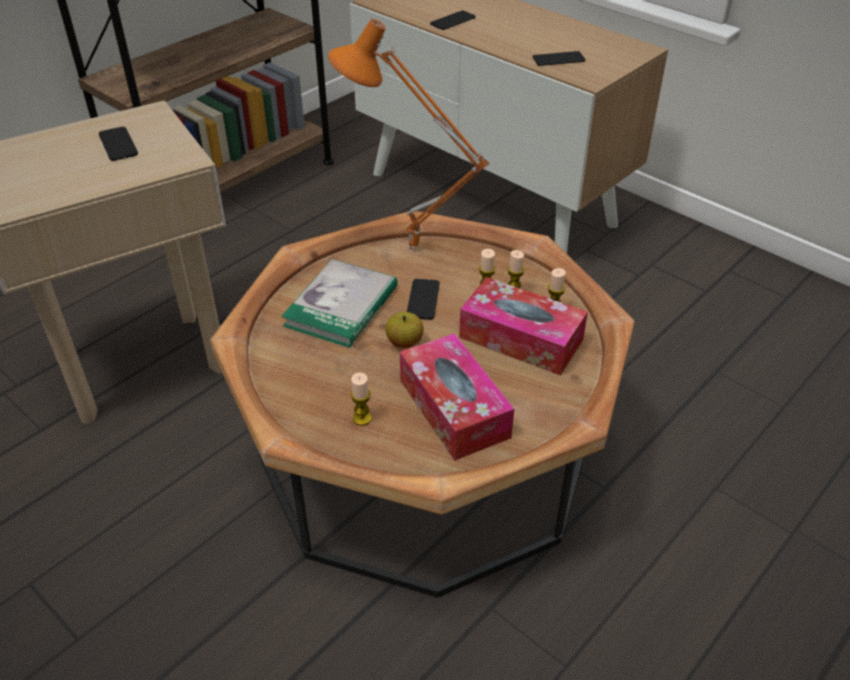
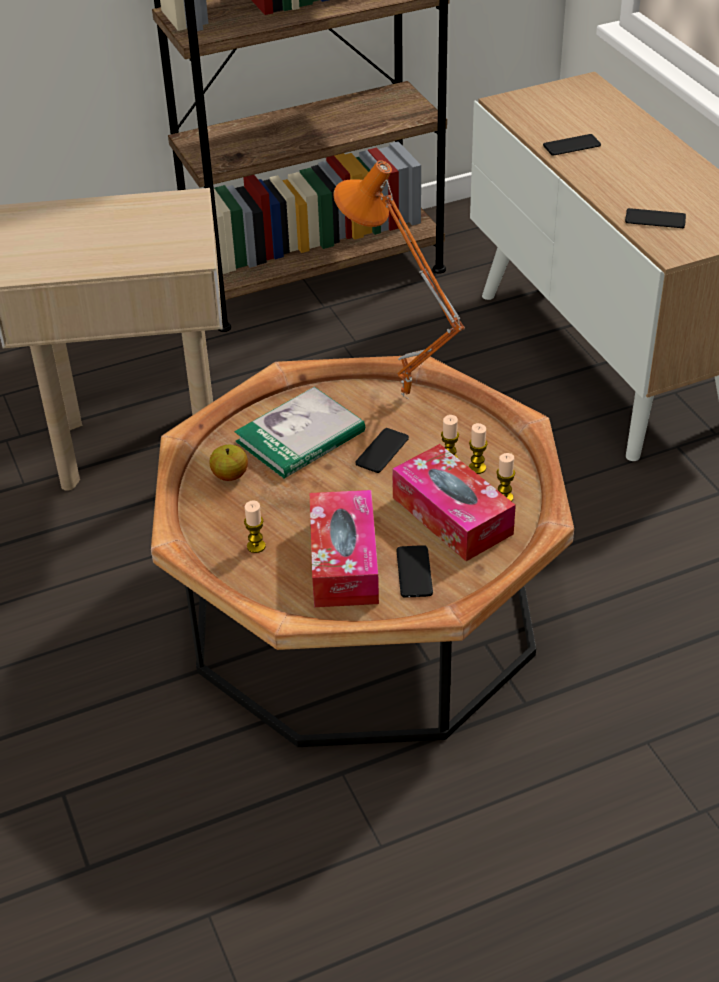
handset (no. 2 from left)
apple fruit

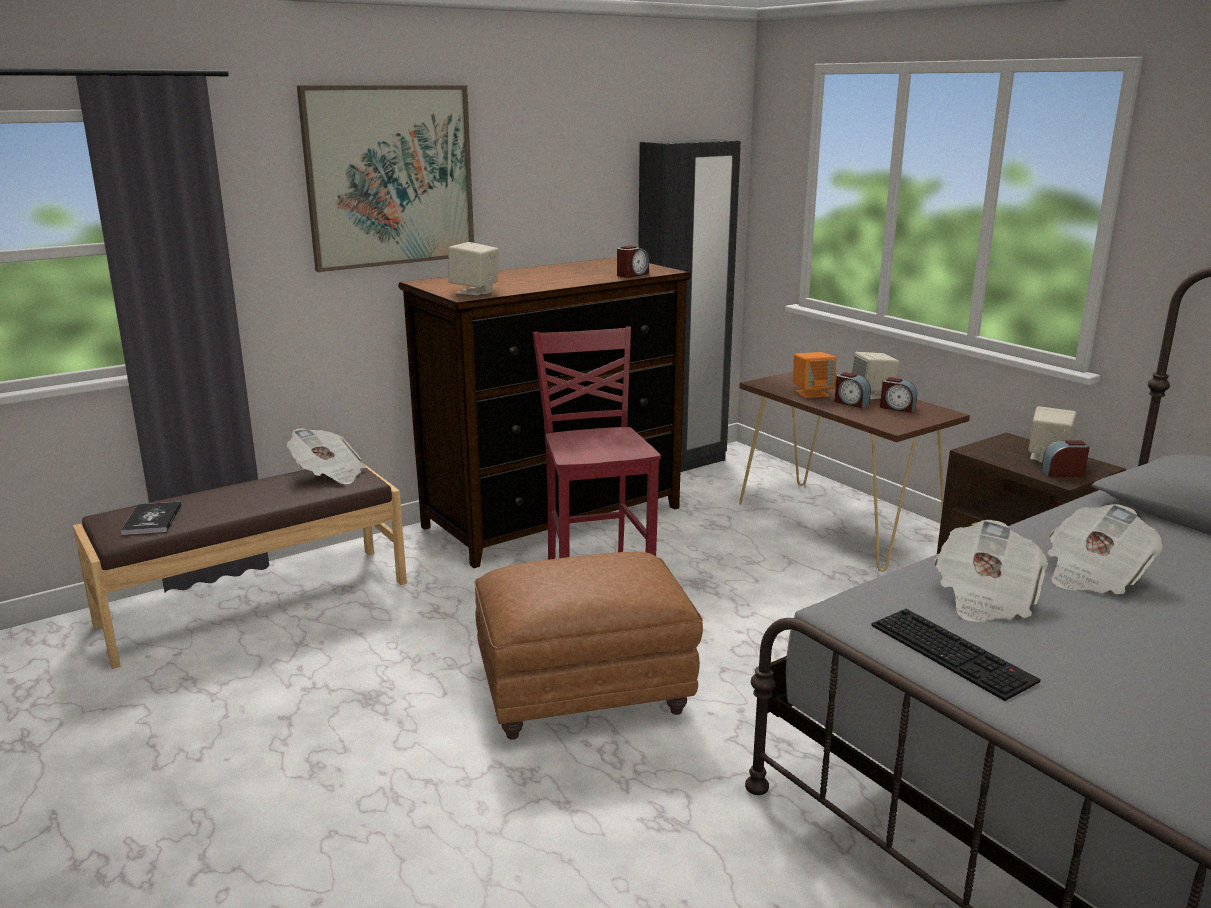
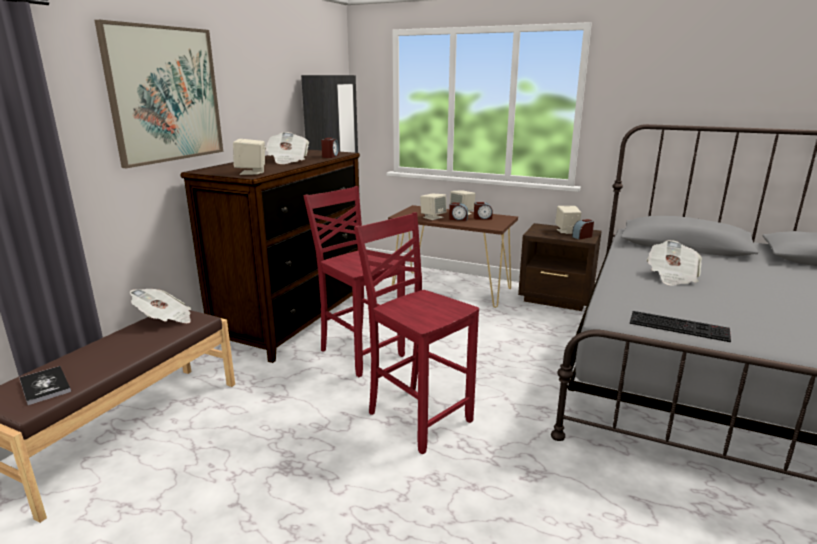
printed paper (no. 2 from left)
red upright chair (no. 2 from left)
sand-coloured speaker (no. 2 from left)

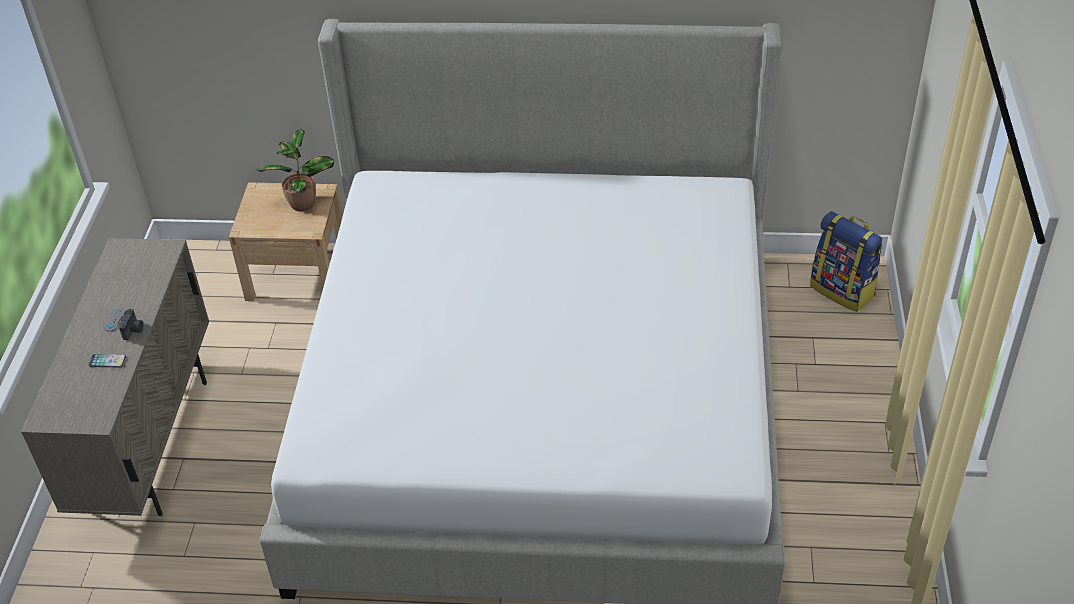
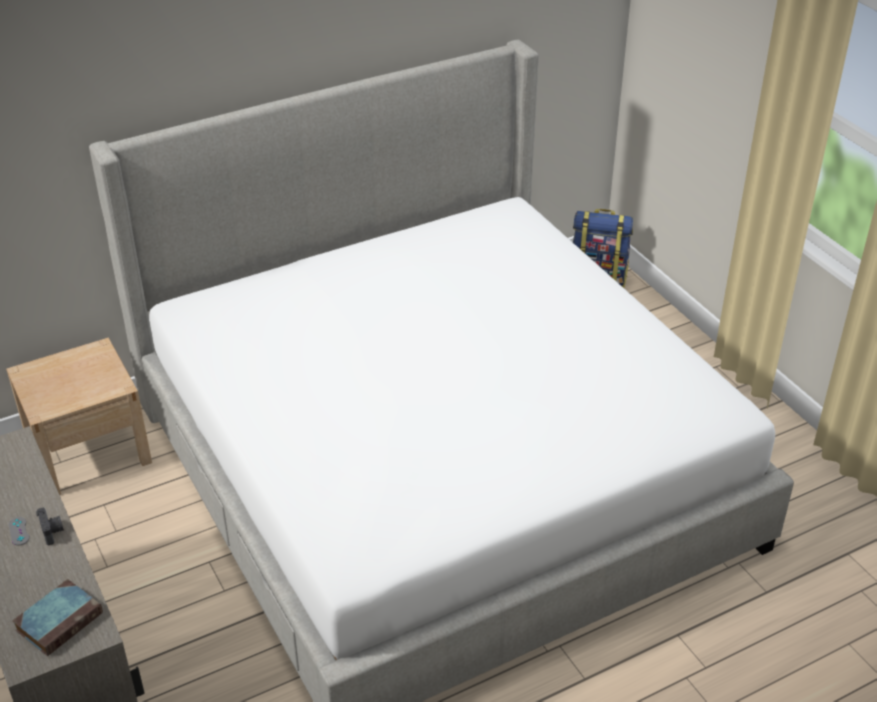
handset
plant in a pot
bound book

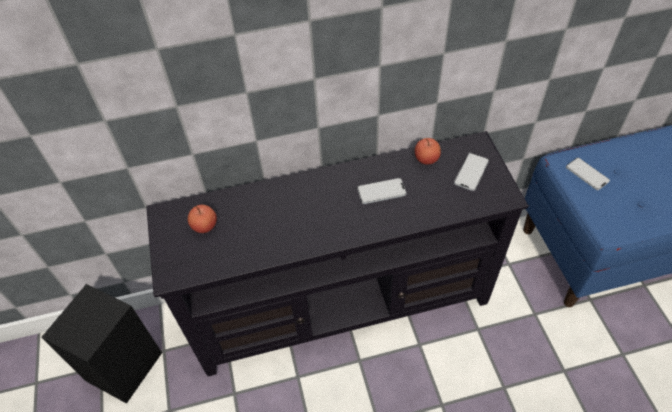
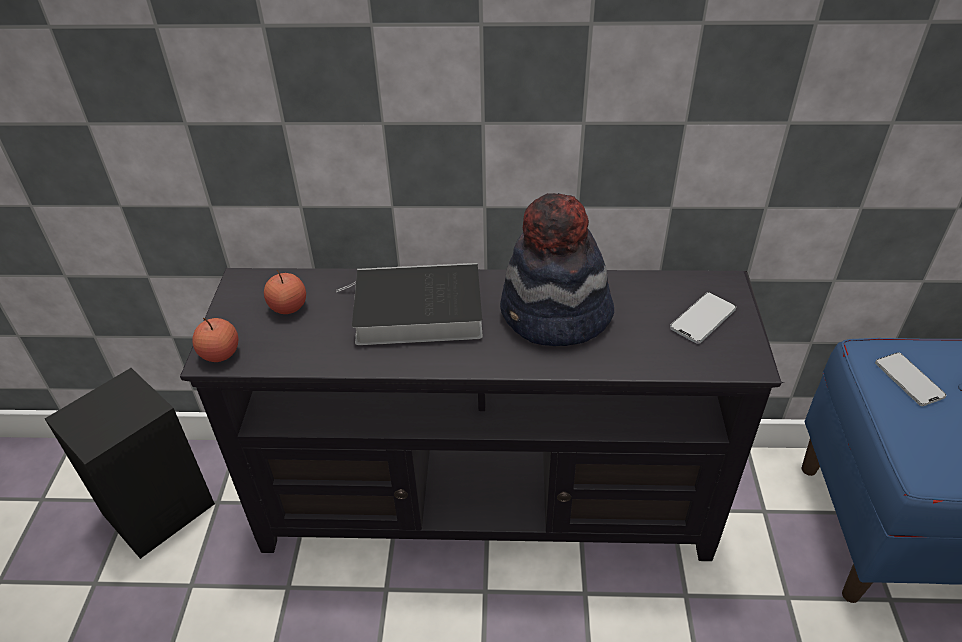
bound book
apple fruit (no. 1 from left)
wearable hat

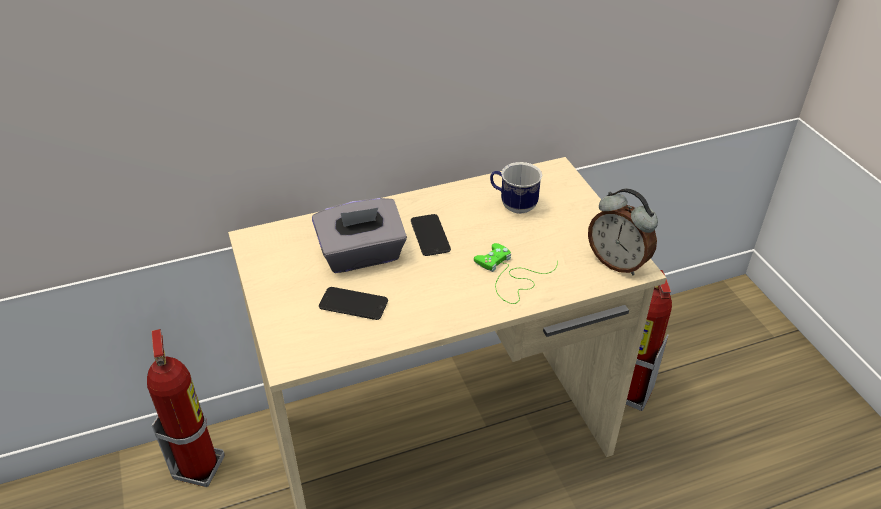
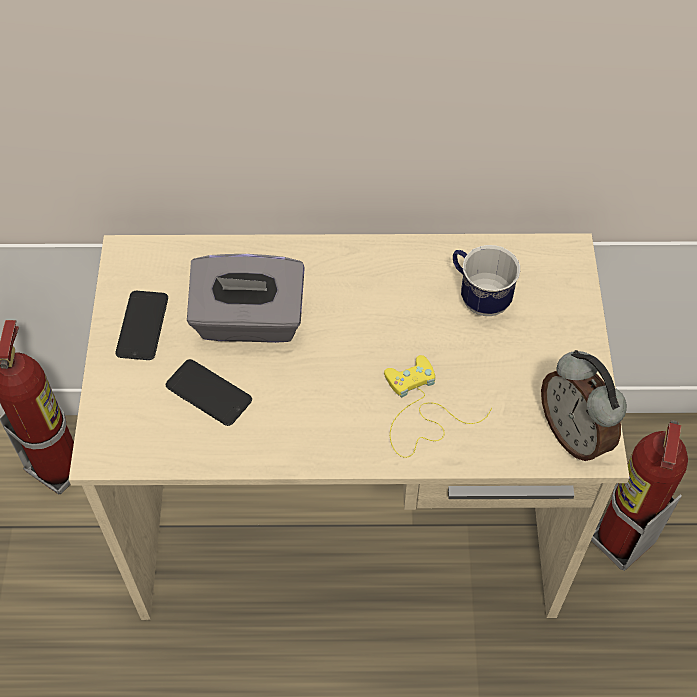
handset (no. 1 from left)
yellowish gamepad

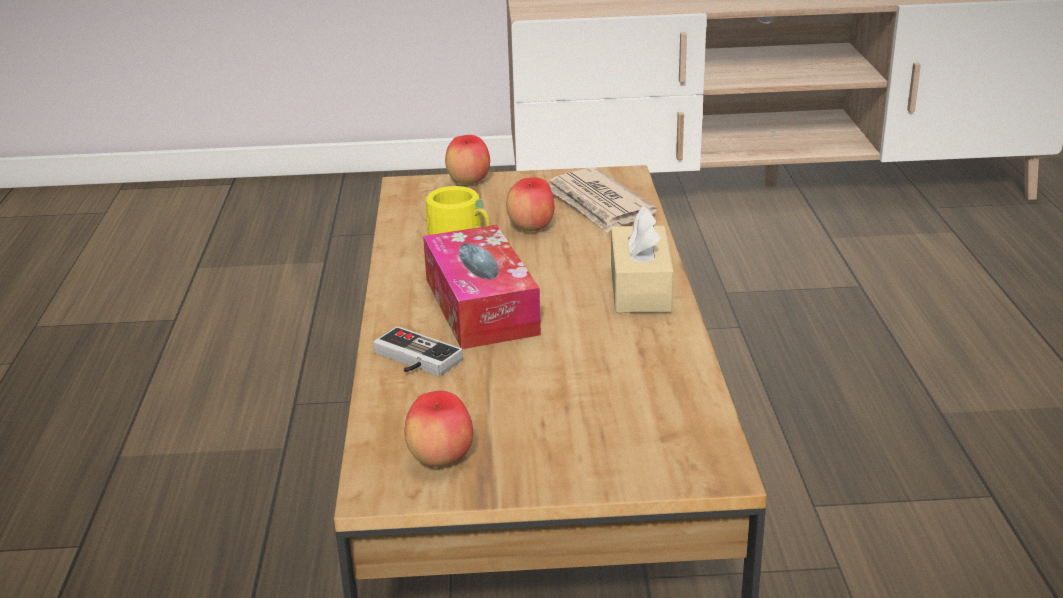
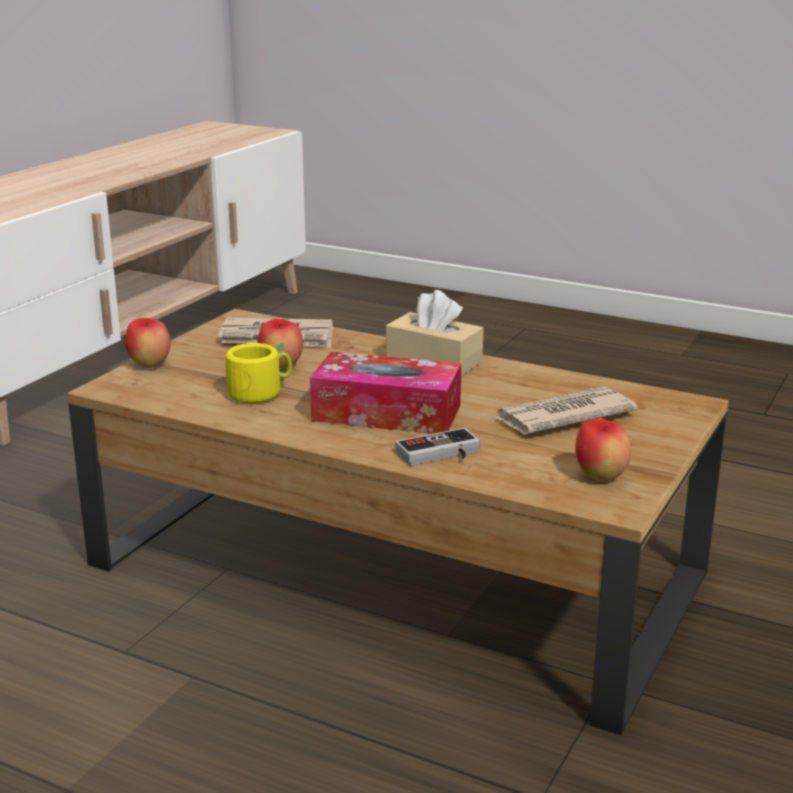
printed paper (no. 2 from left)

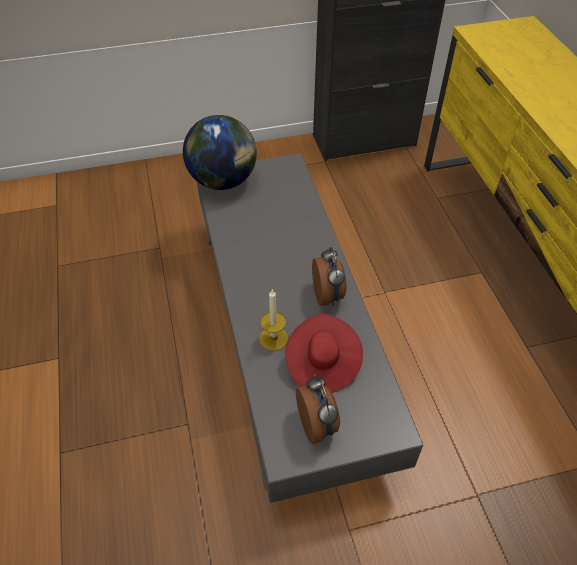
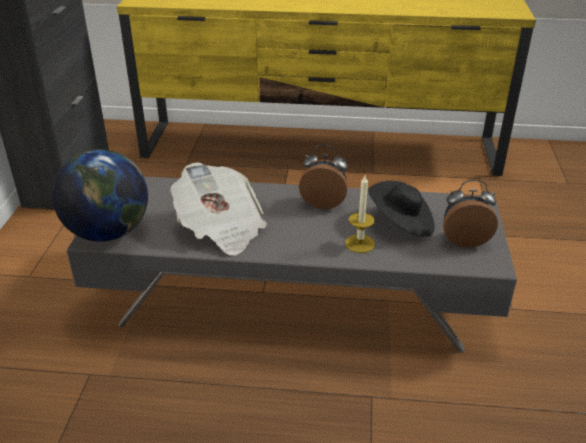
printed paper
black-coloured wearable hat

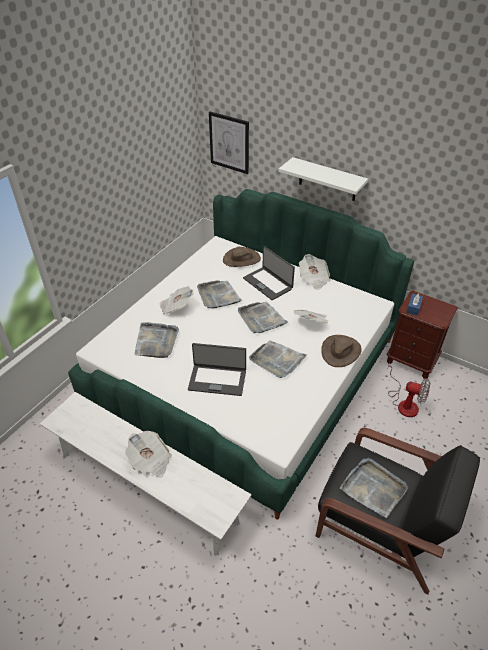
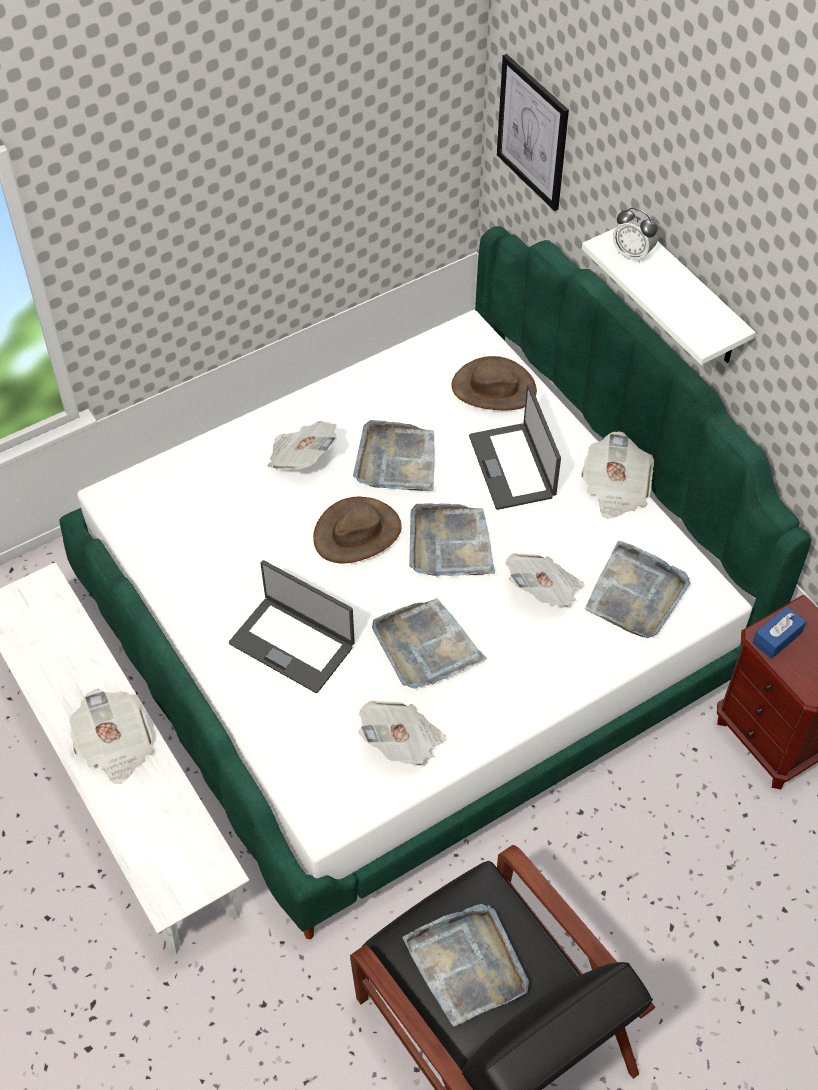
cooling fan
printed paper (no. 3 from left)
alarm clock
grey serving tray (no. 5 from left)
brown-coloured wearable hat (no. 1 from left)

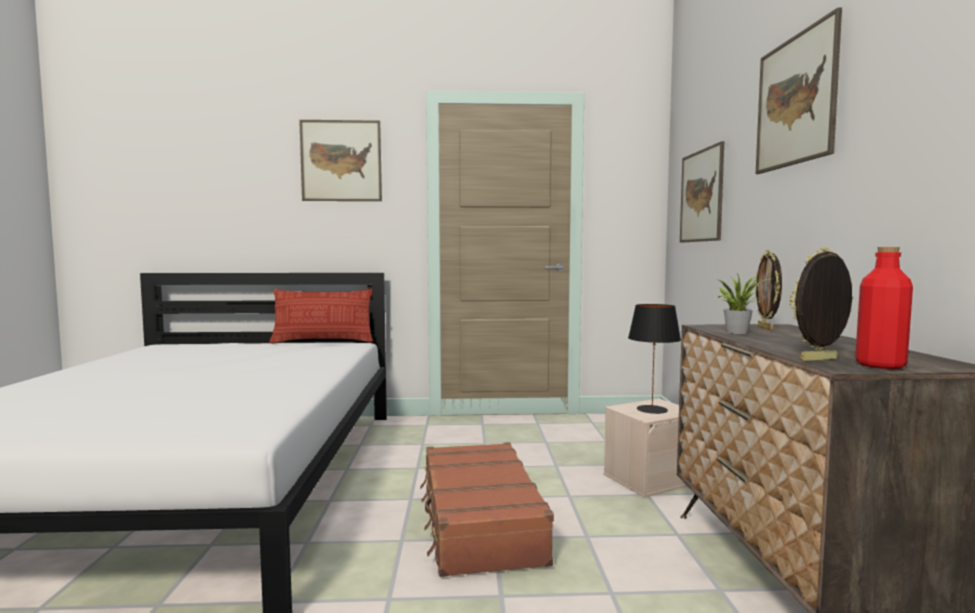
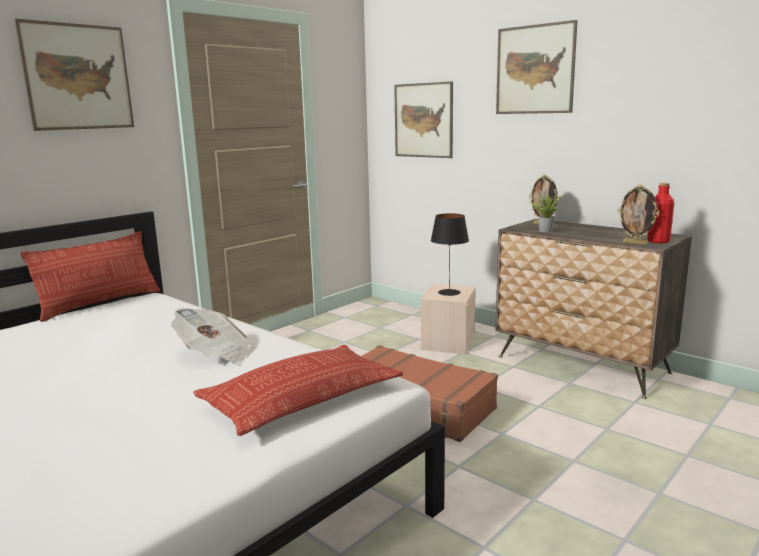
printed paper
throw pillow (no. 2 from left)
standing frame (no. 2 from left)

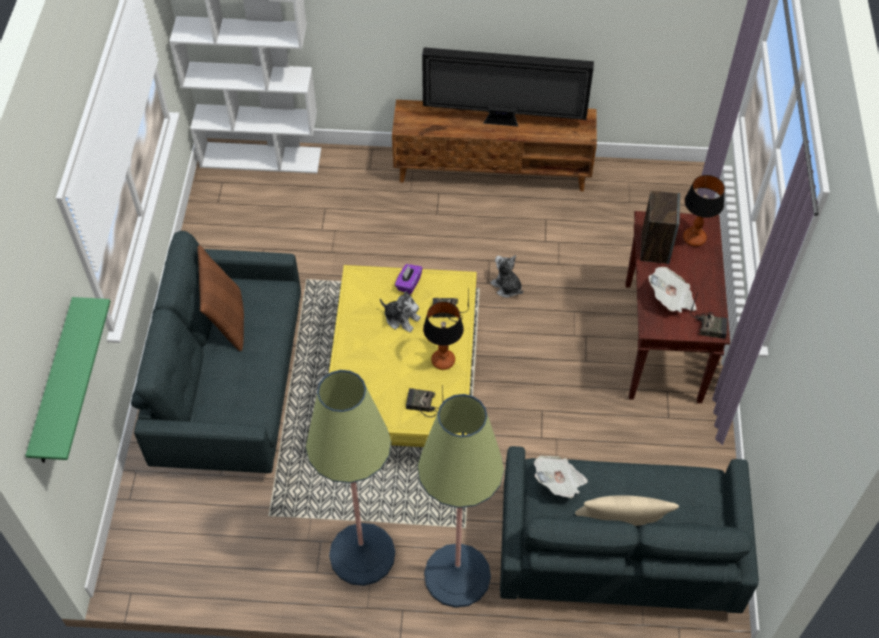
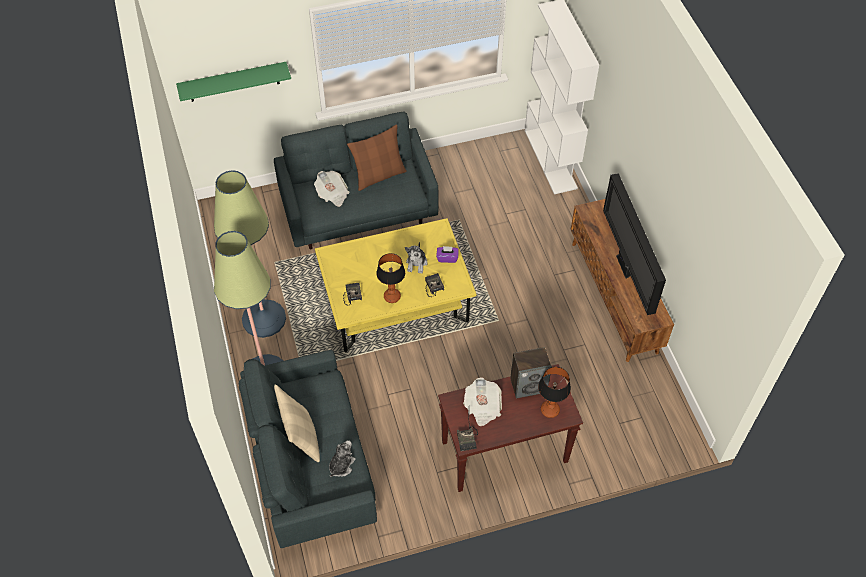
cuddly toy (no. 1 from left)
printed paper (no. 1 from left)

